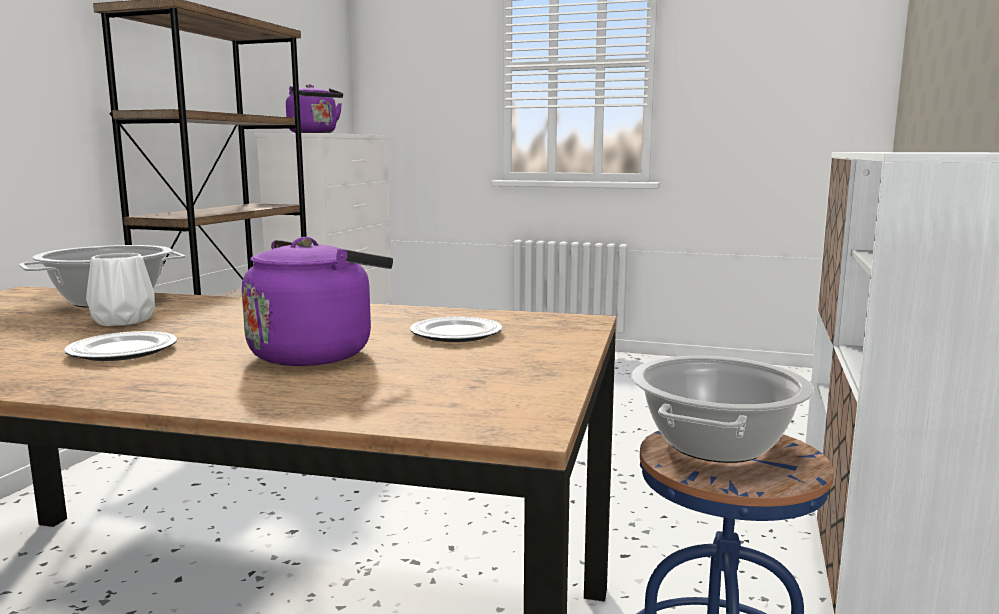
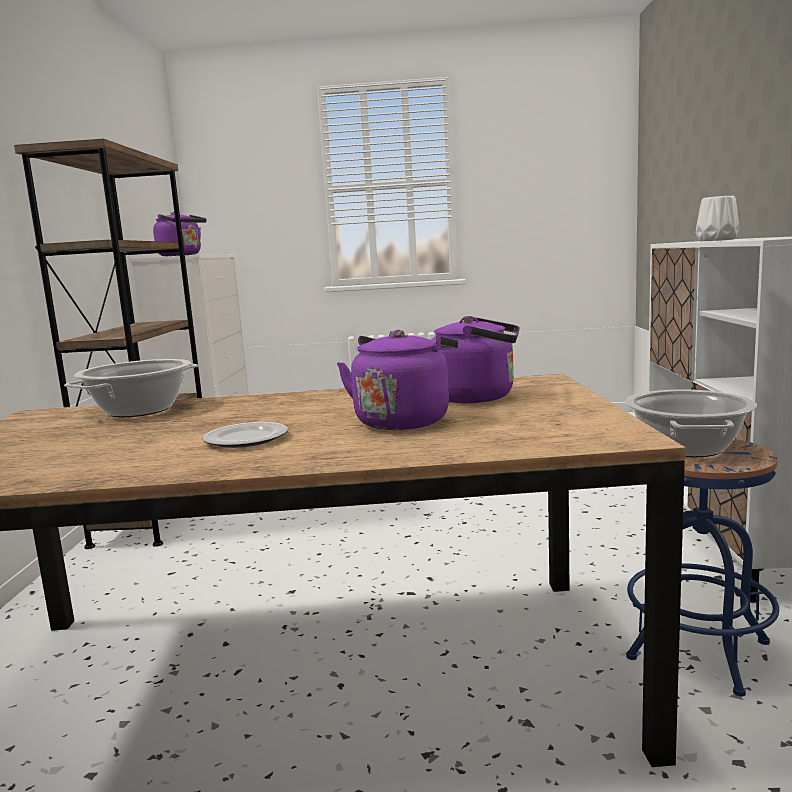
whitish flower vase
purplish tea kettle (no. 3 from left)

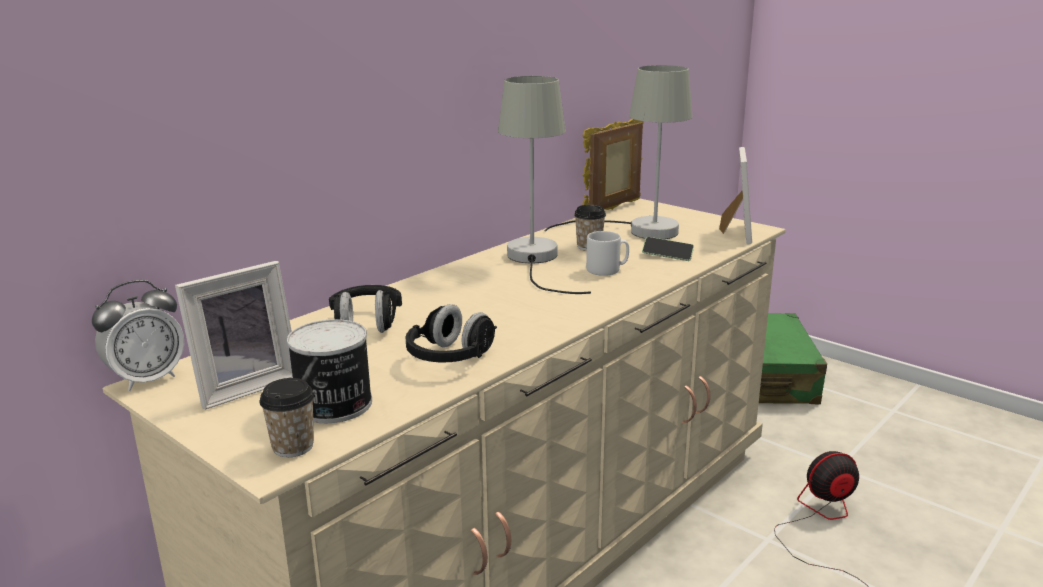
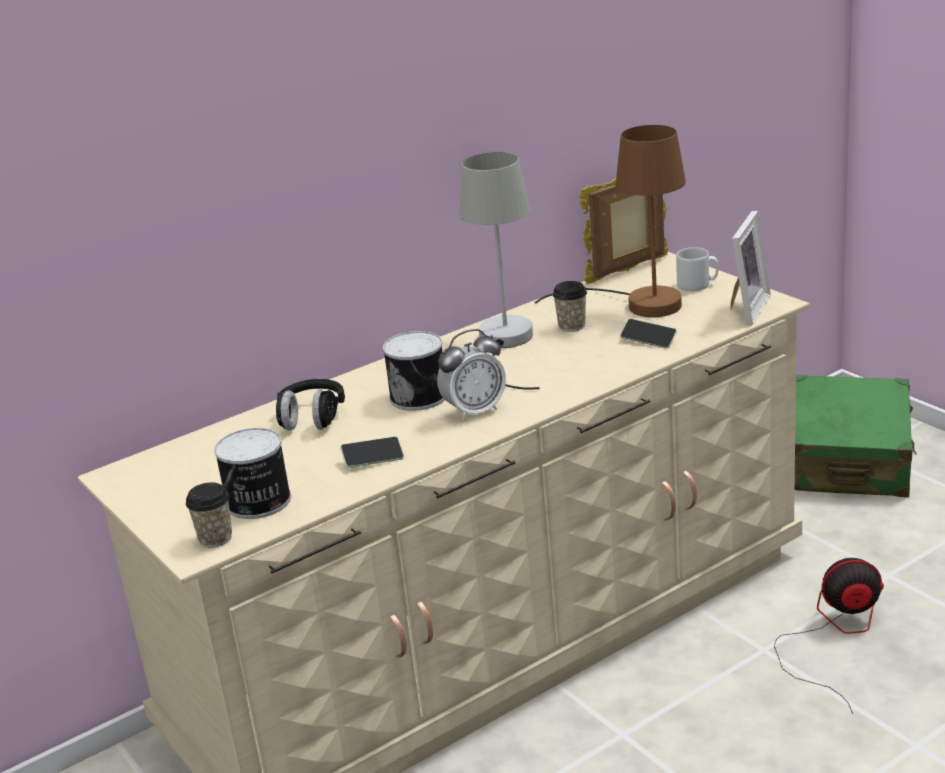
standing frame (no. 1 from left in the first image)
sealed can (no. 2 from left)
alarm clock
grey tea mug
handset (no. 1 from left)
brown-coloured tabletop lamp

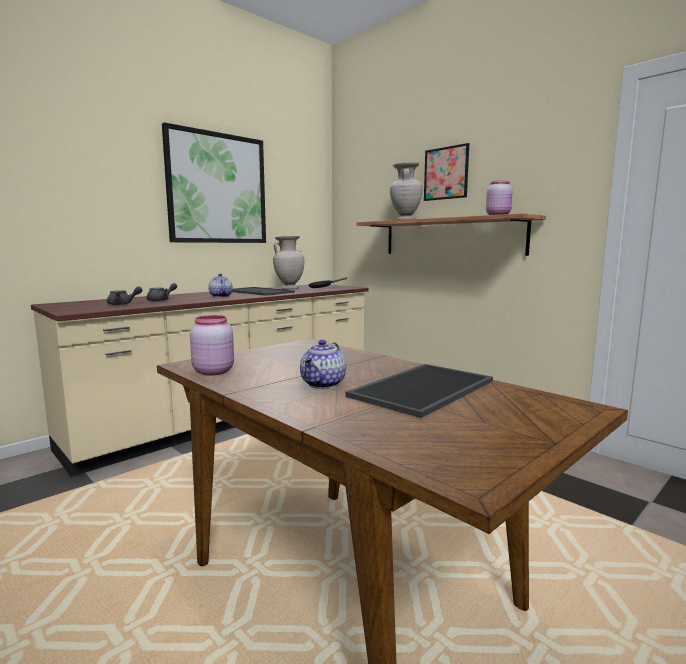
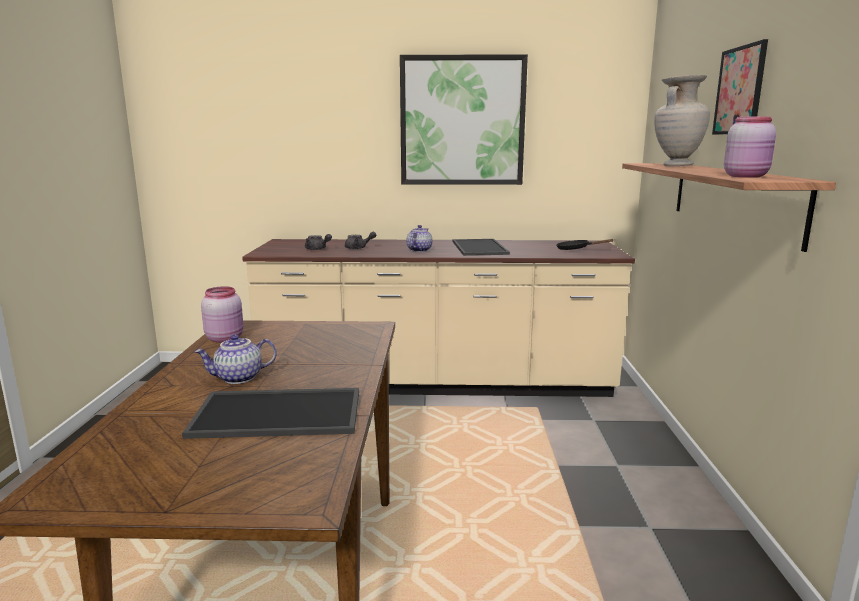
sand-coloured flower vase (no. 1 from left in the first image)

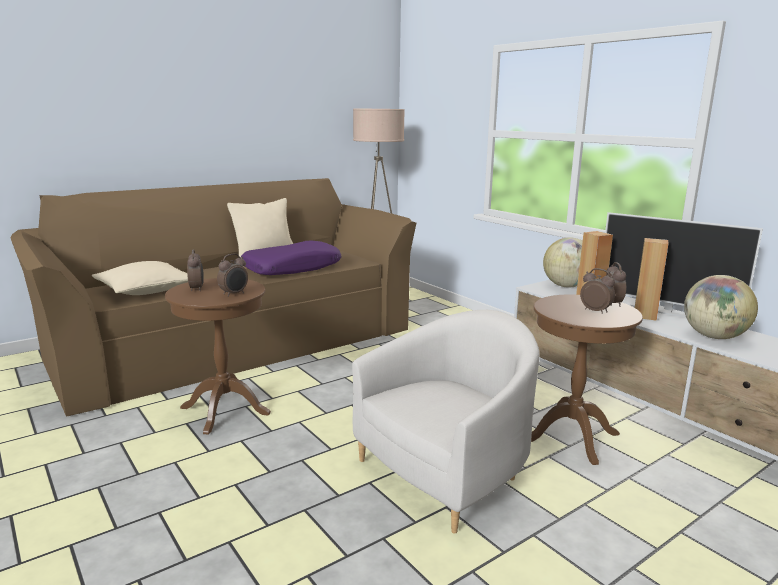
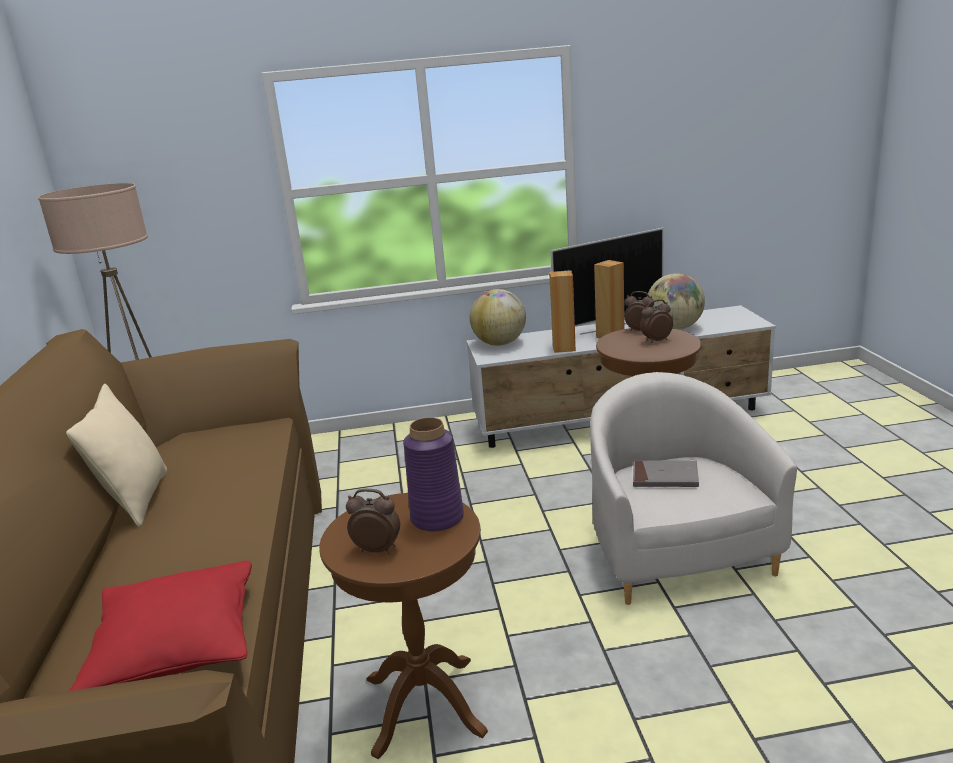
purplish throw pillow
grey bound book
purplish flower vase
red throw pillow

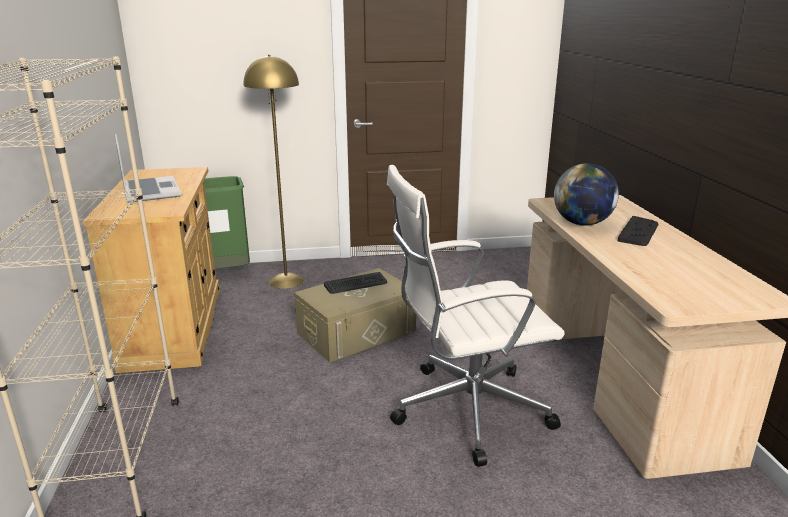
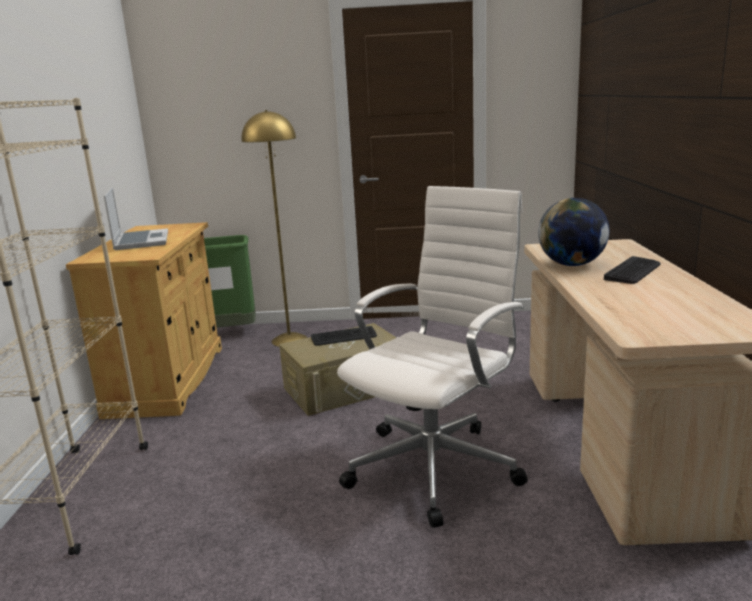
whitish office chair

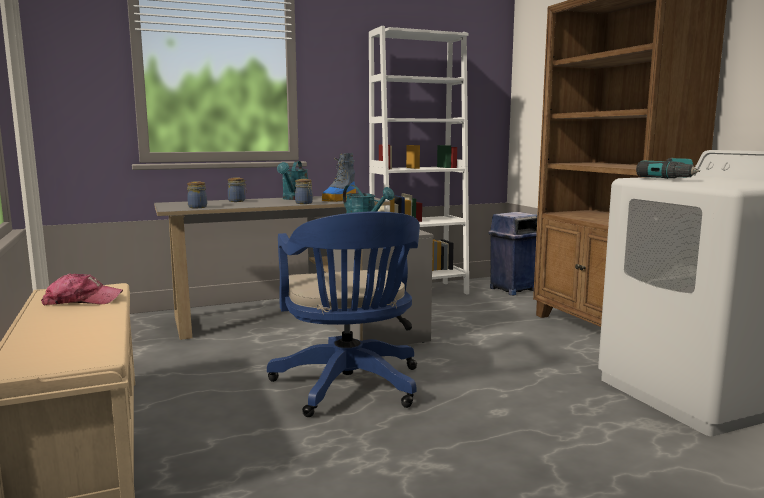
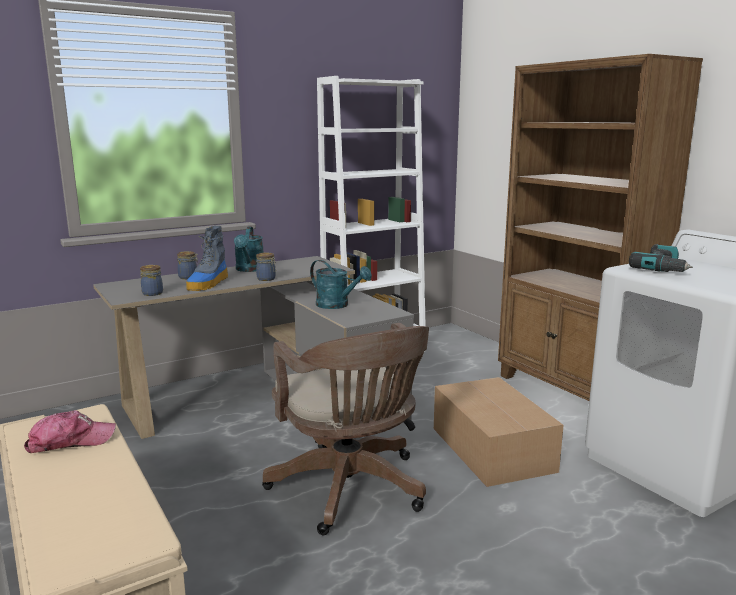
bluish waste bin
carton
tall boot
brown-coloured office chair

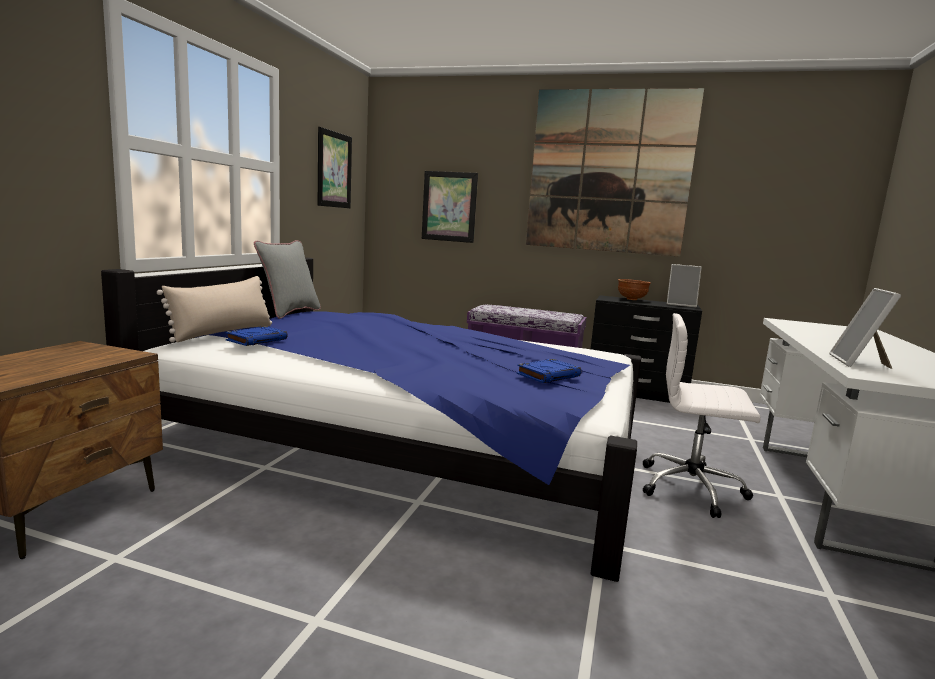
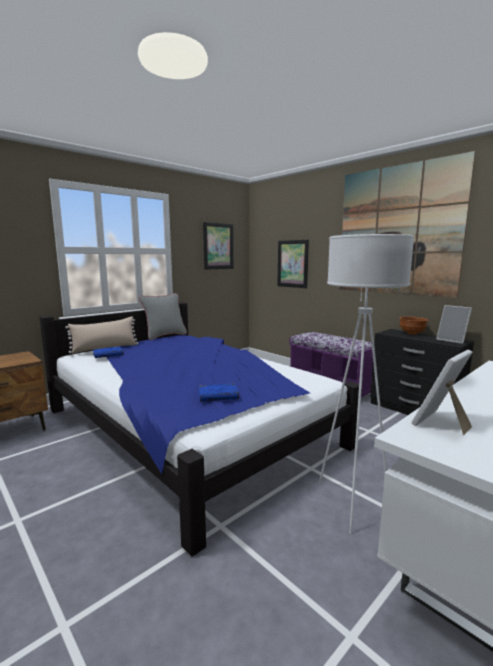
whitish floor lamp

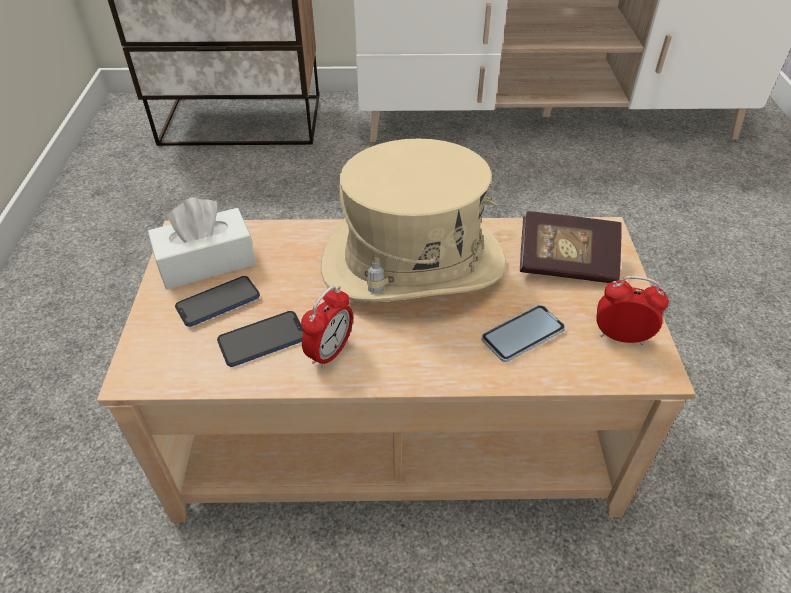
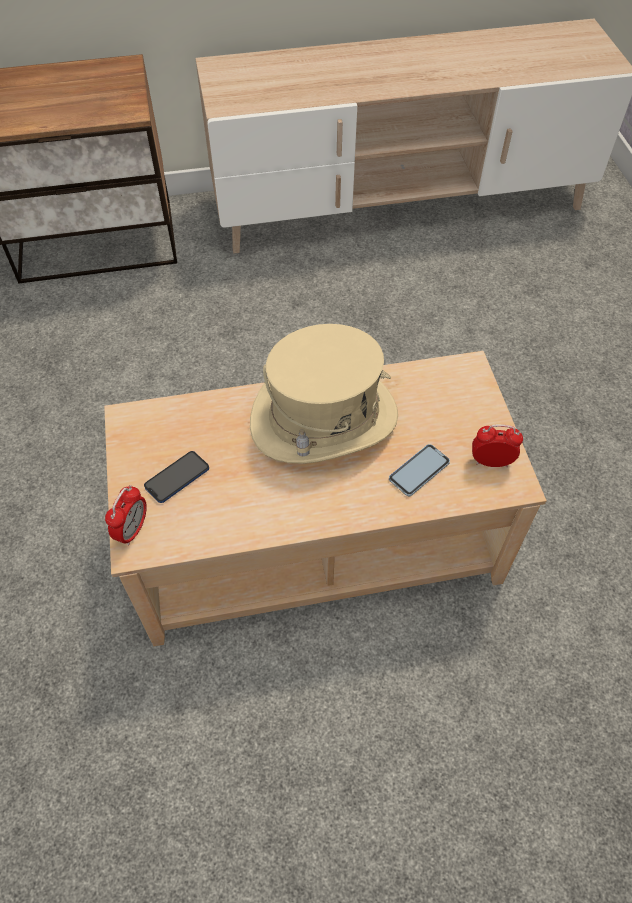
whitish tissue box
handset (no. 2 from left in the first image)
bound book
alarm clock (no. 1 from left)

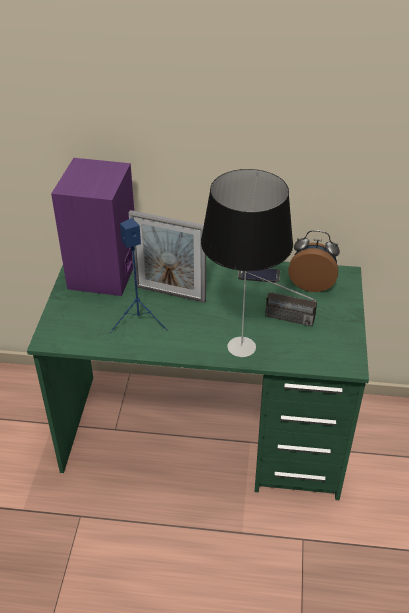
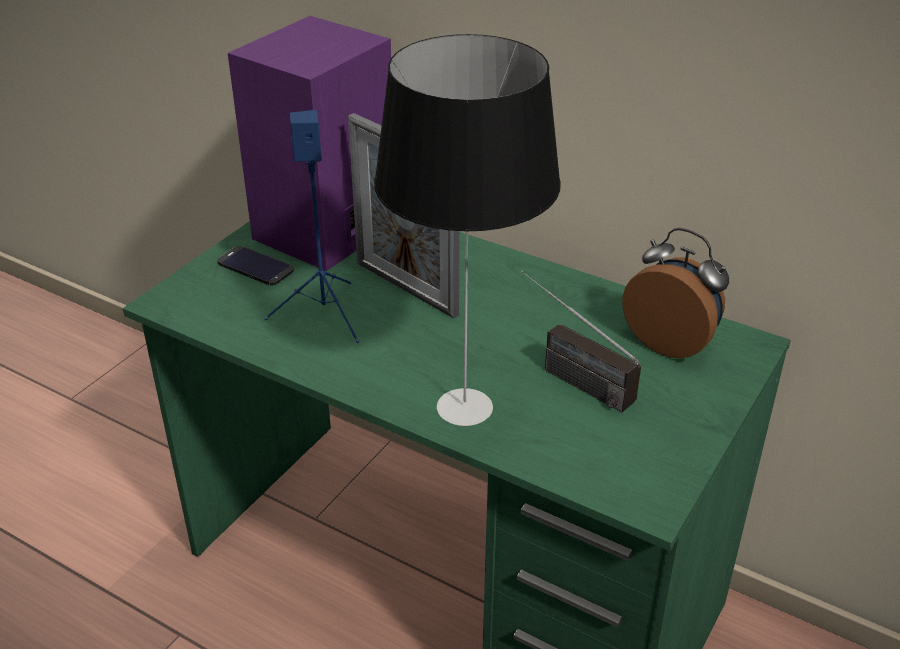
handset

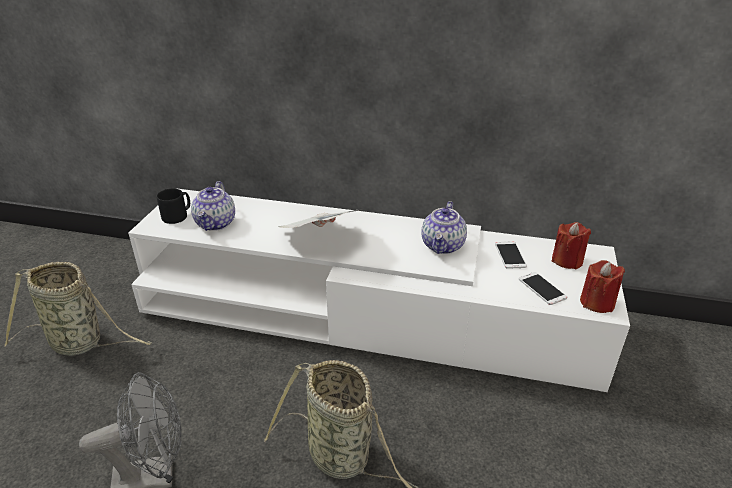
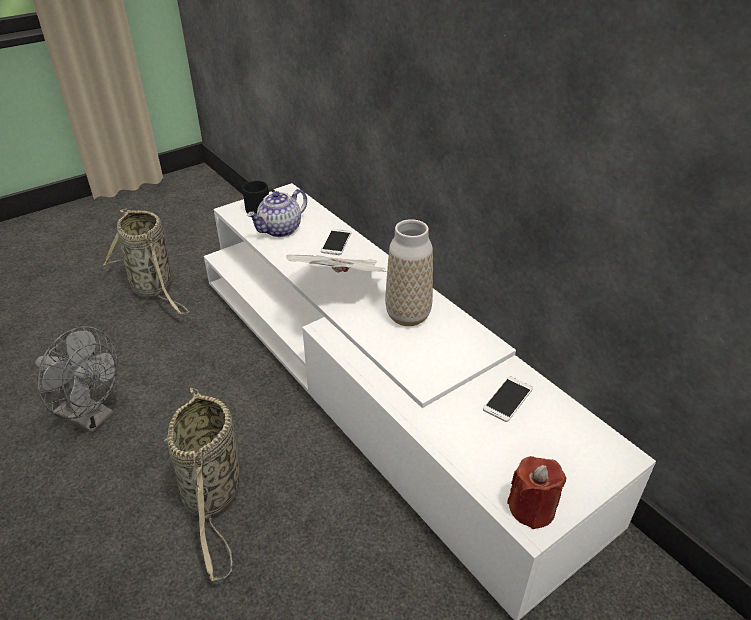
teapot (no. 2 from left in the first image)
red wax light (no. 1 from left in the first image)
flower vase
handset (no. 1 from left)

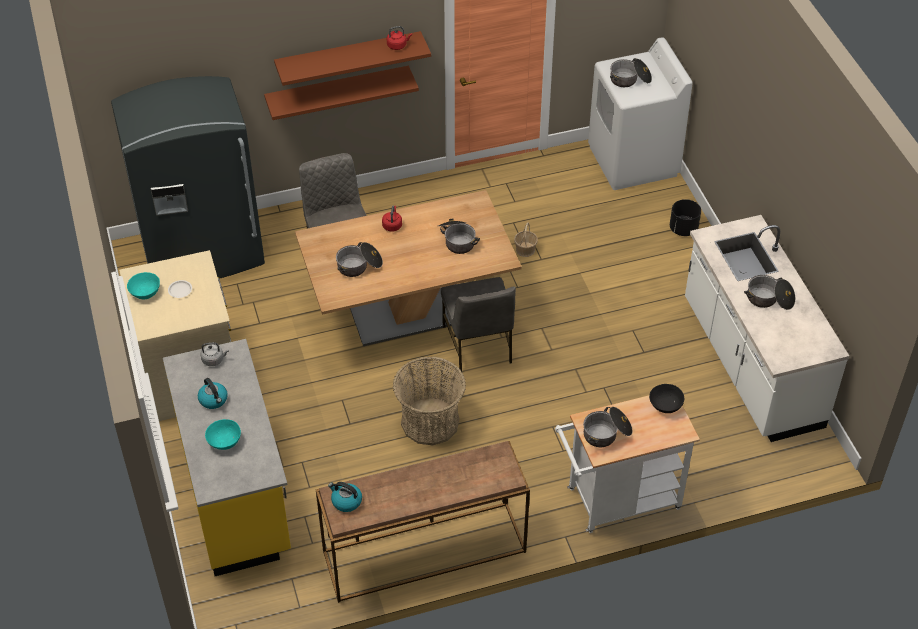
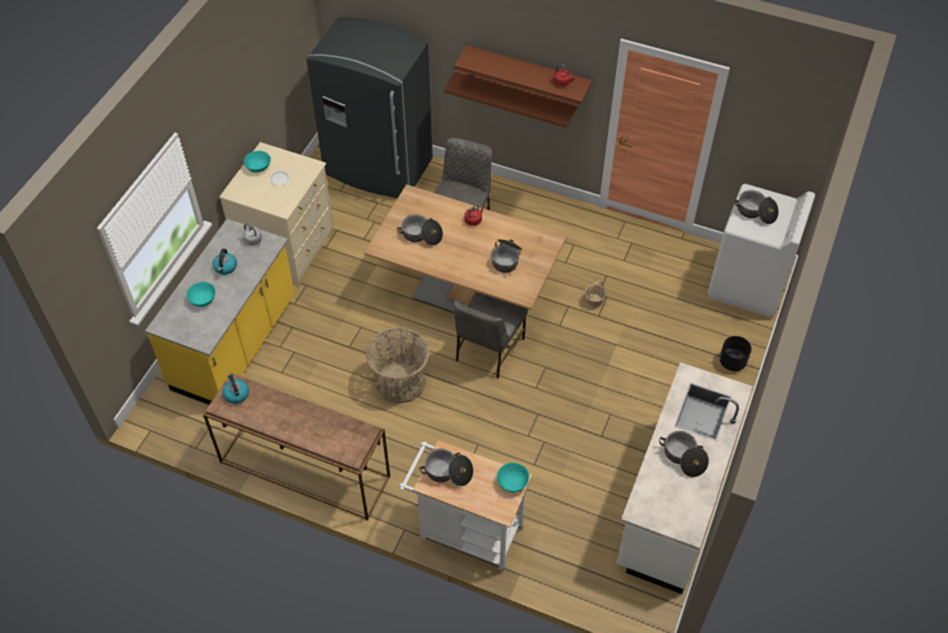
turquoise bowl (no. 3 from left)

